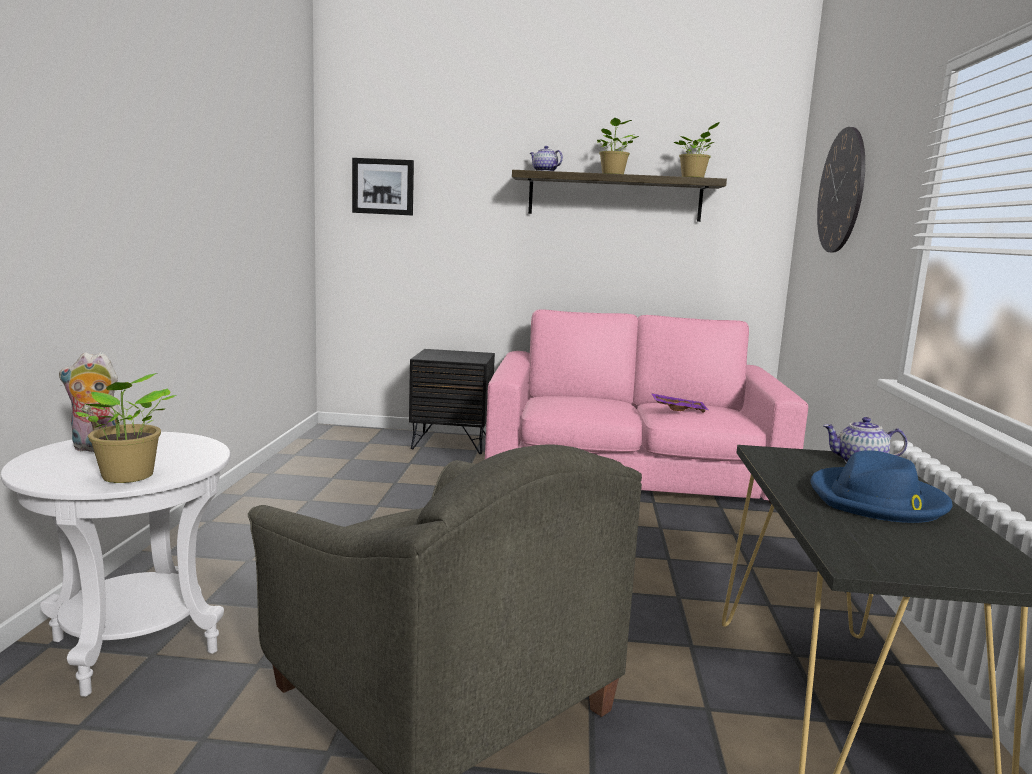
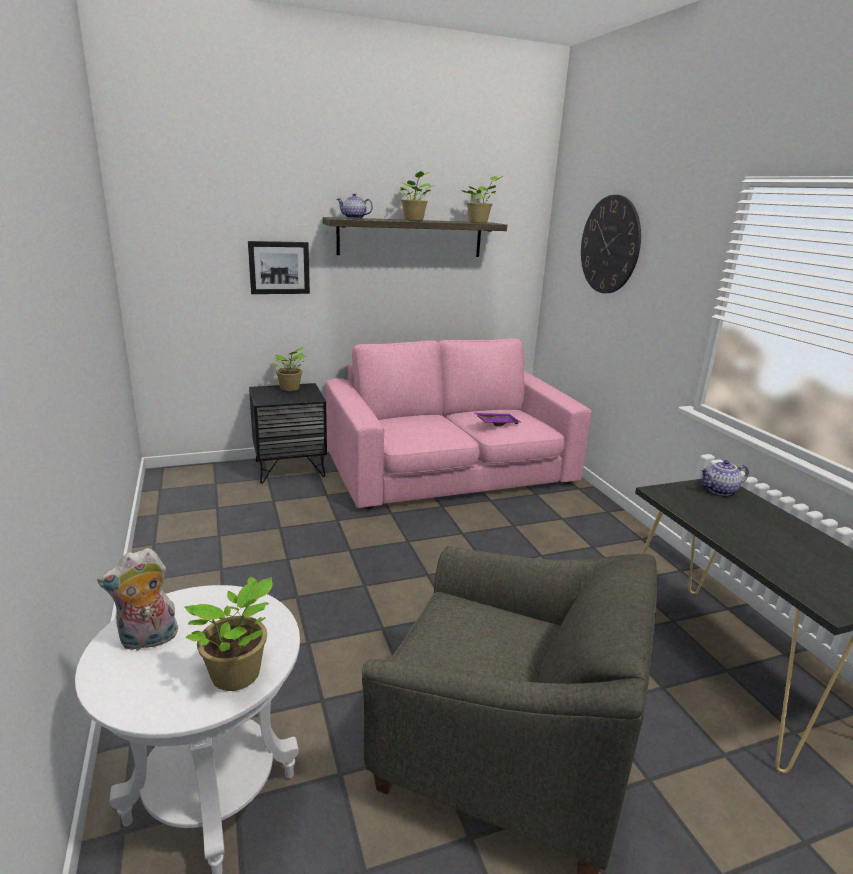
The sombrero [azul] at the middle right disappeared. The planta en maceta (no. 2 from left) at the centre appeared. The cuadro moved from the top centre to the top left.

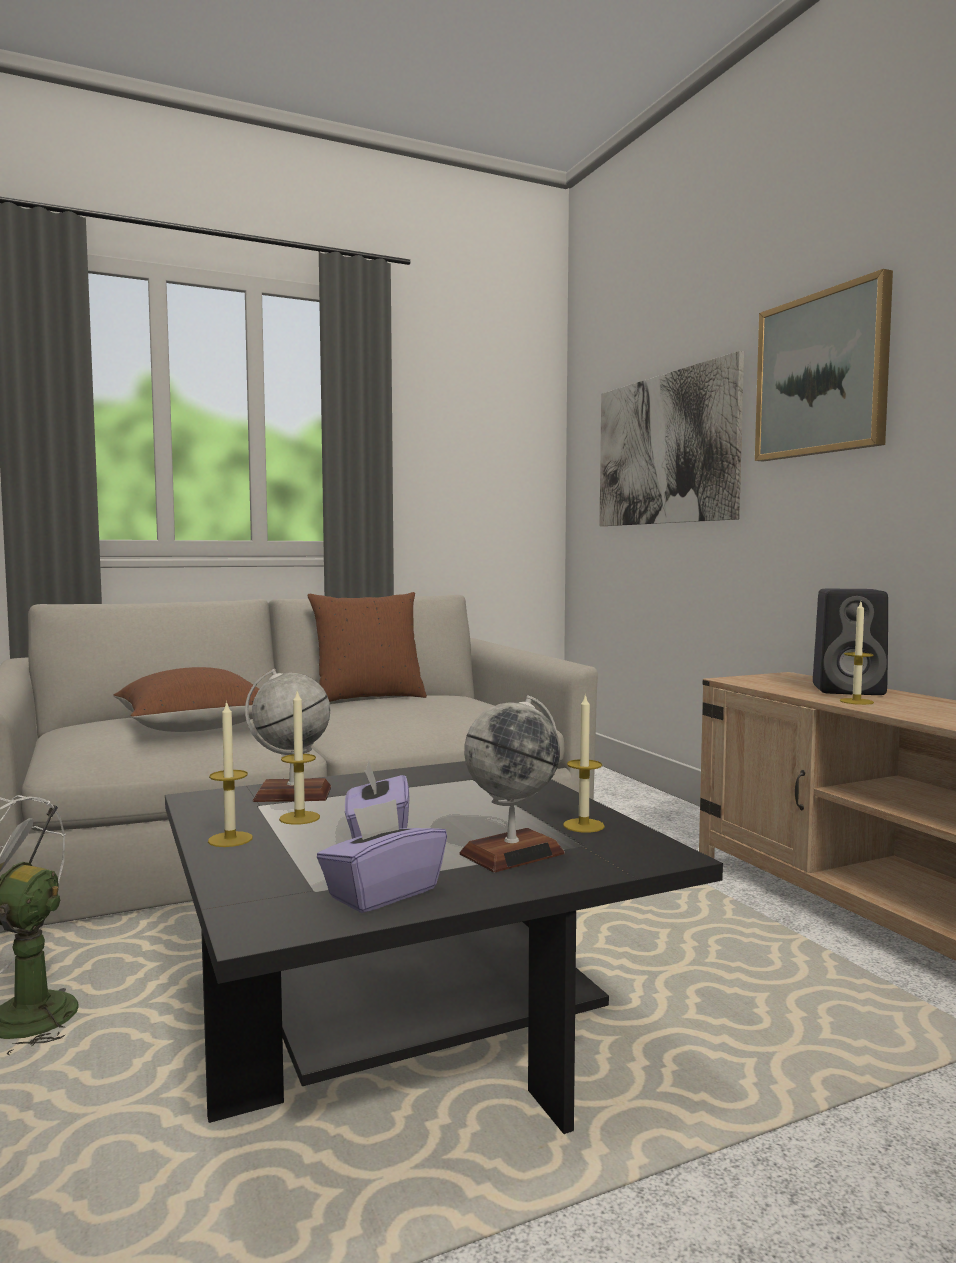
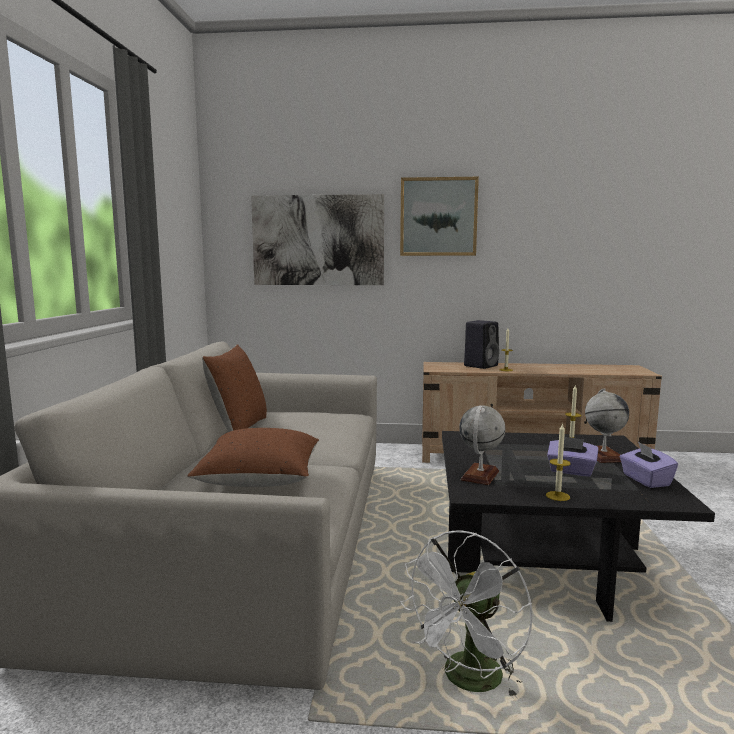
The vela (no. 2 from left) at the middle left disappeared.

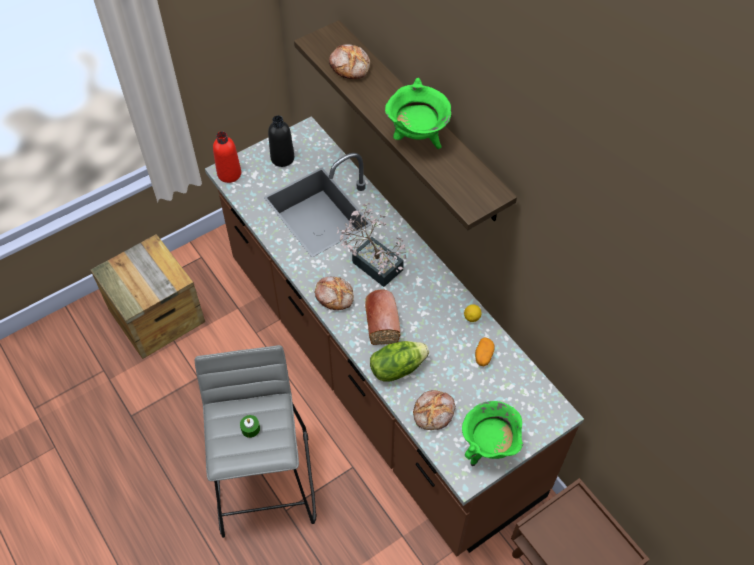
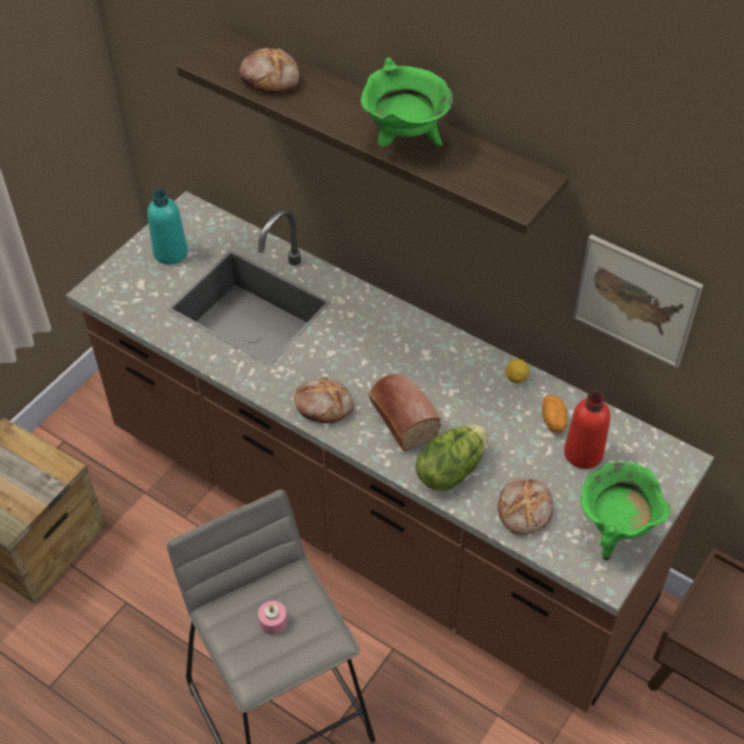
The planta en maceta at the centre disappeared. The cuadro at the middle right appeared. The botella [rojo] moved from the top left to the middle right. The vela [verde] at the bottom left became the vela [rosa] at the bottom centre. The botella [negro] at the top centre became the botella [turquesa] at the top left.

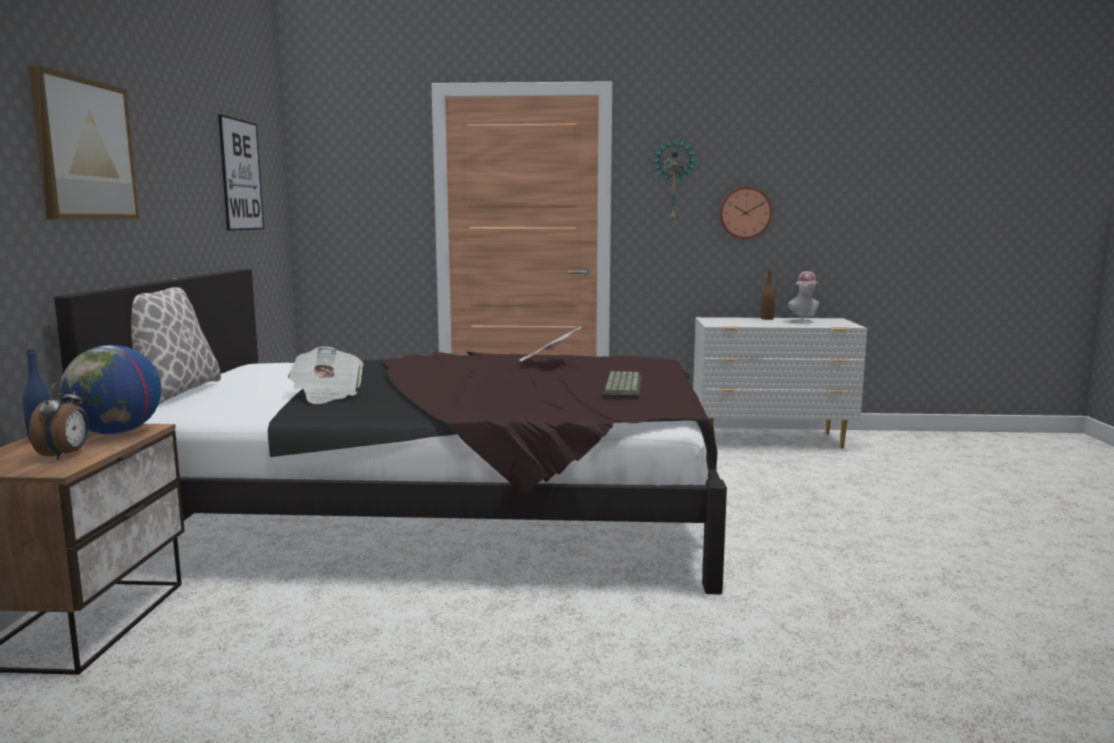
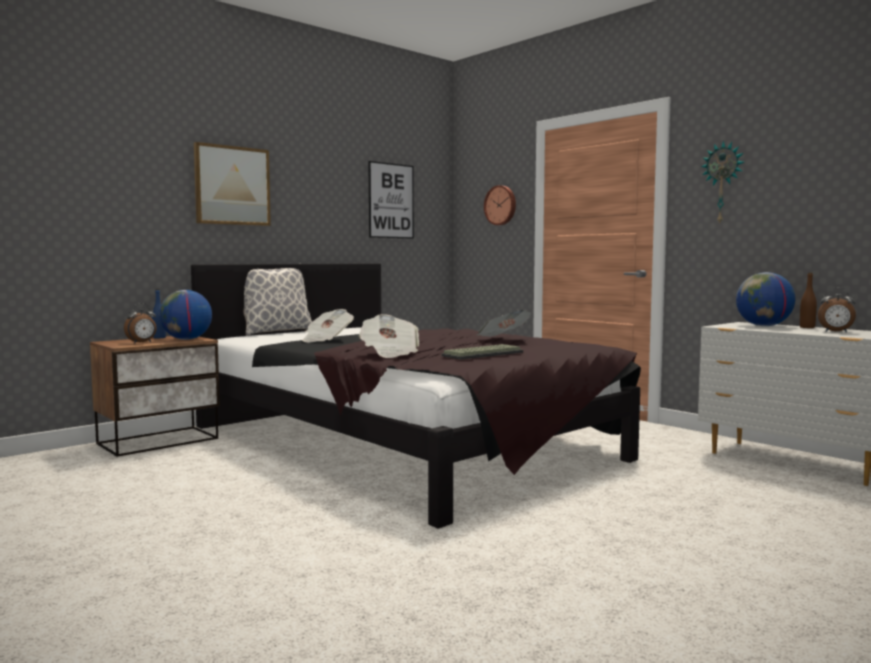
The periódico (no. 2 from left) at the centre appeared. The globo terráqueo (no. 2 from left) at the middle right appeared. The reloj de pared (no. 2 from left in the first image) moved from the top right to the top centre. The sombrero at the middle right was replaced by the despertador (no. 2 from left) at the middle right.

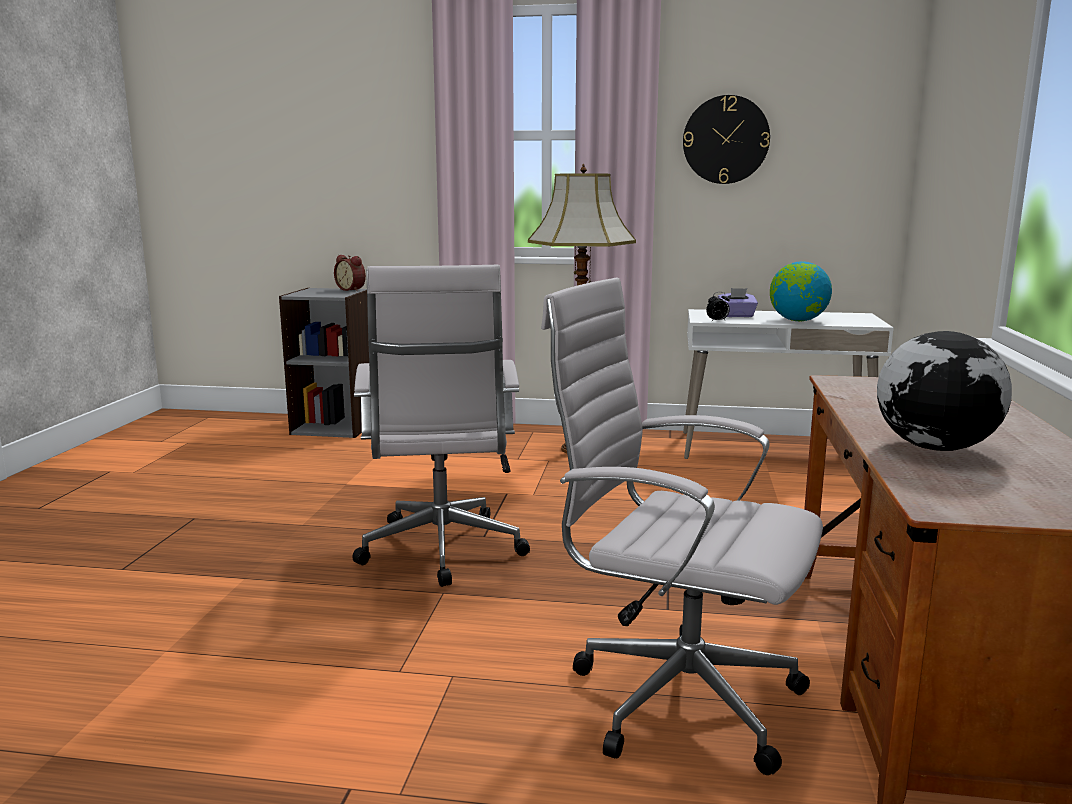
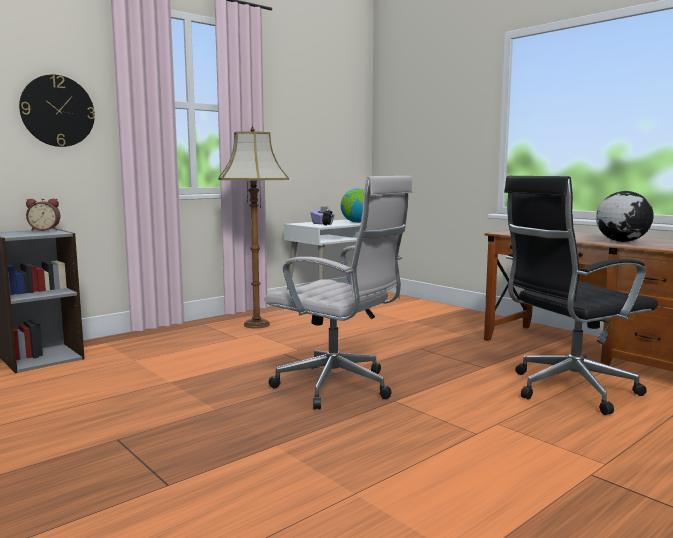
The reloj de pared moved from the top right to the top left. The silla de oficina [blanco] (no. 2 from left) at the centre became the silla de oficina [negro] at the middle right.

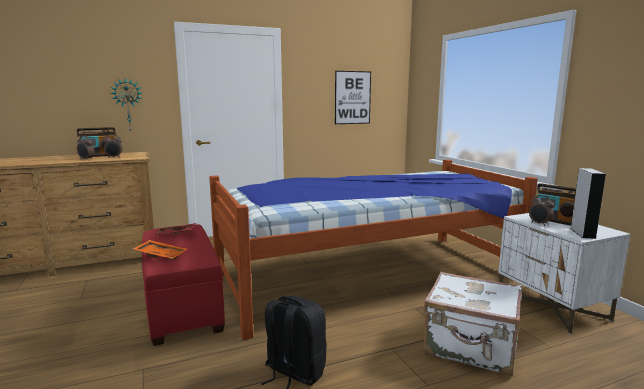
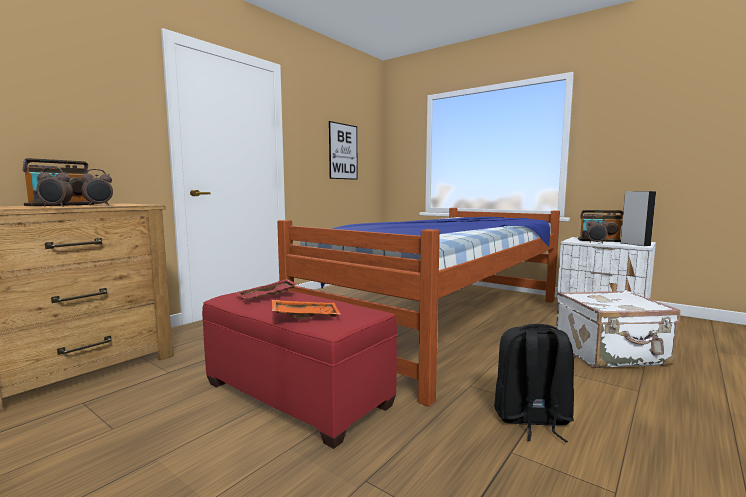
The reloj de pared at the top left disappeared.

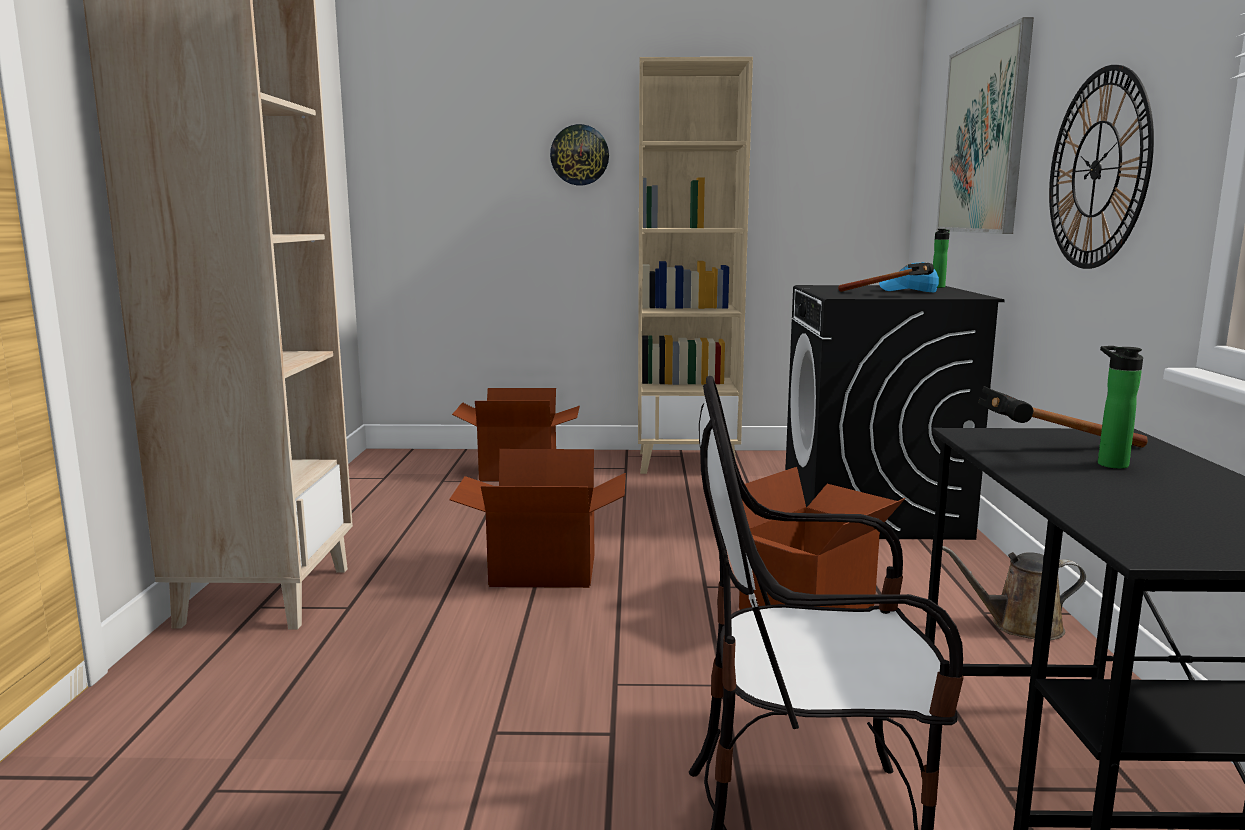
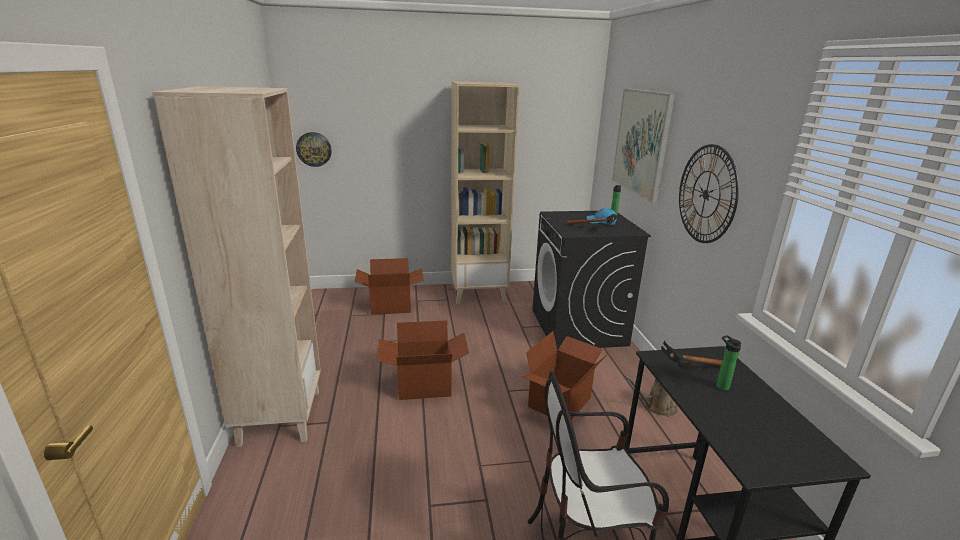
The reloj de pared (no. 1 from left) moved from the top centre to the top left.

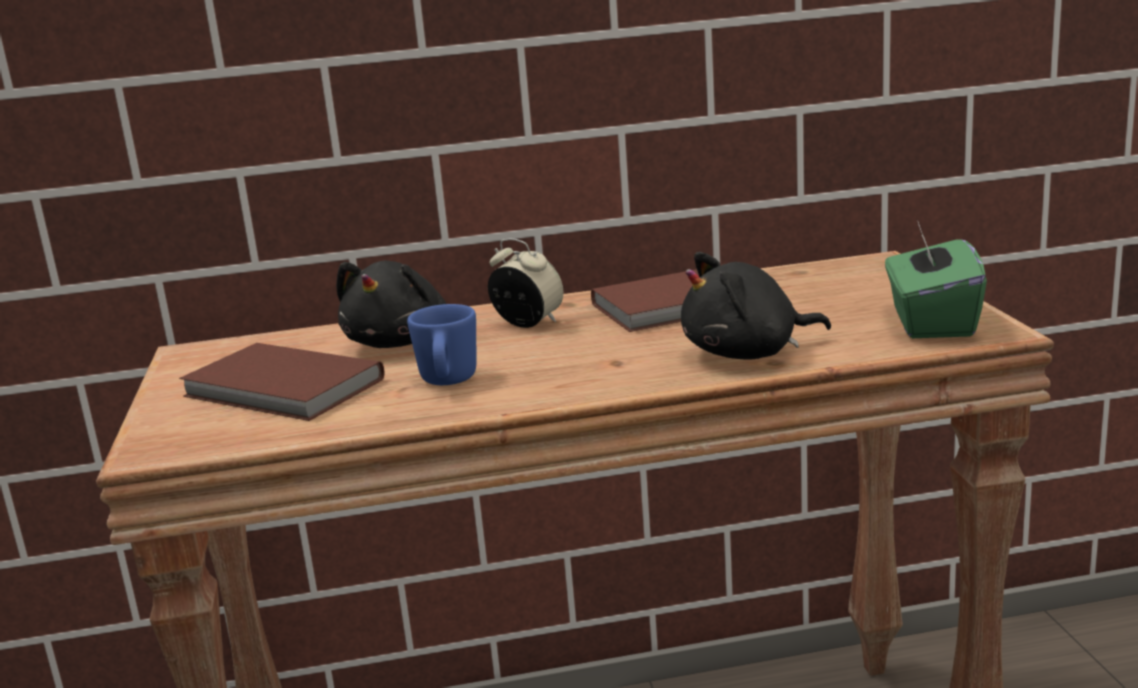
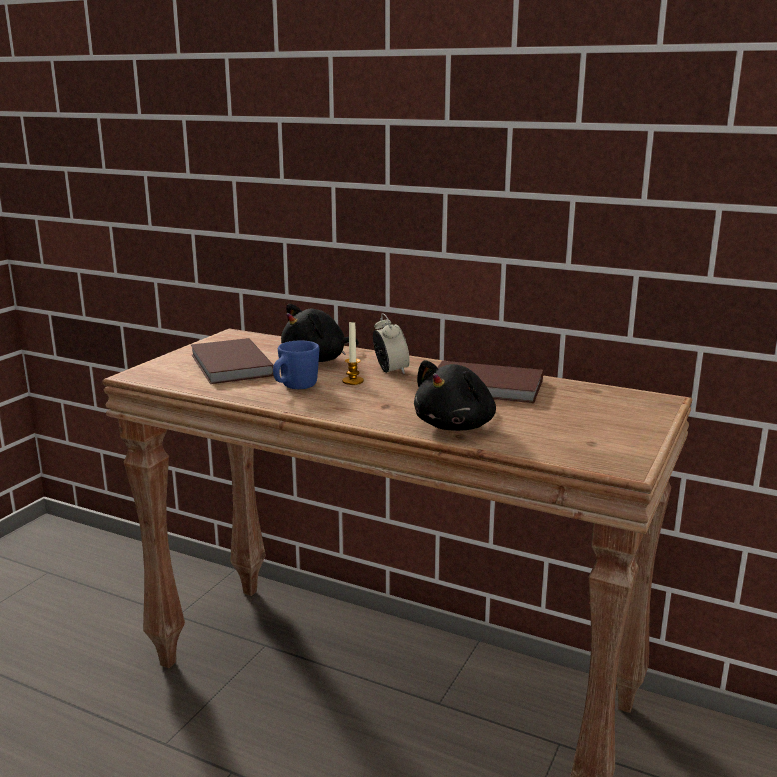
The caja de pañuelos [verde] at the middle right disappeared. The vela at the centre appeared. The peluche [negro] (no. 2 from left) at the centre turned 75 degrees counterclockwise.

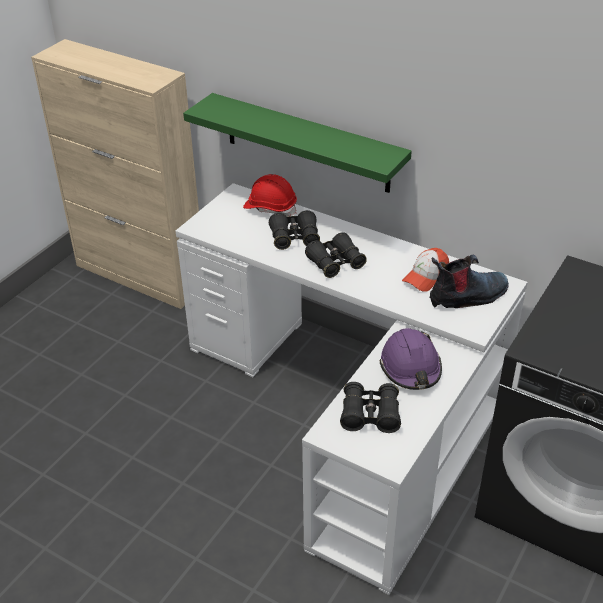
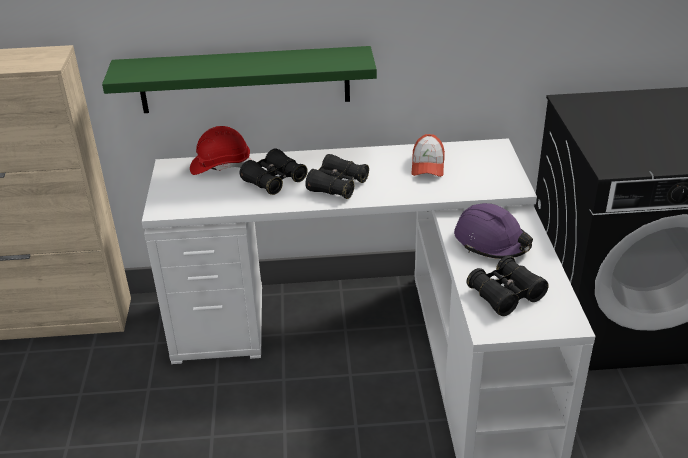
The bota at the middle right disappeared.

